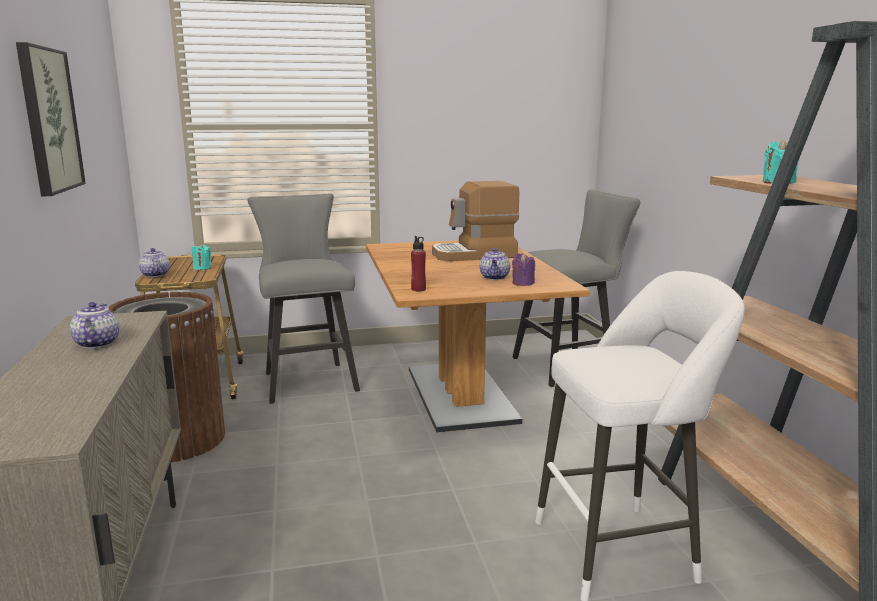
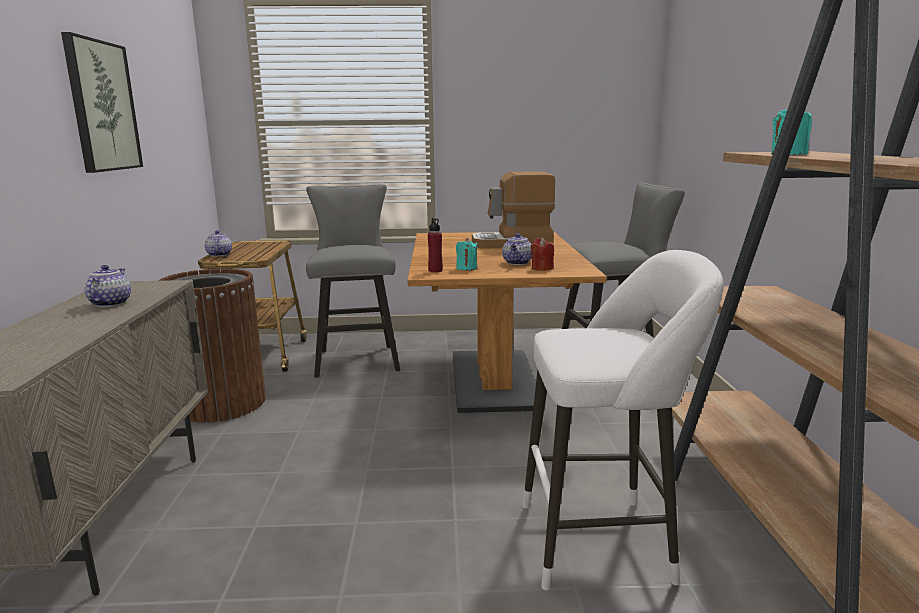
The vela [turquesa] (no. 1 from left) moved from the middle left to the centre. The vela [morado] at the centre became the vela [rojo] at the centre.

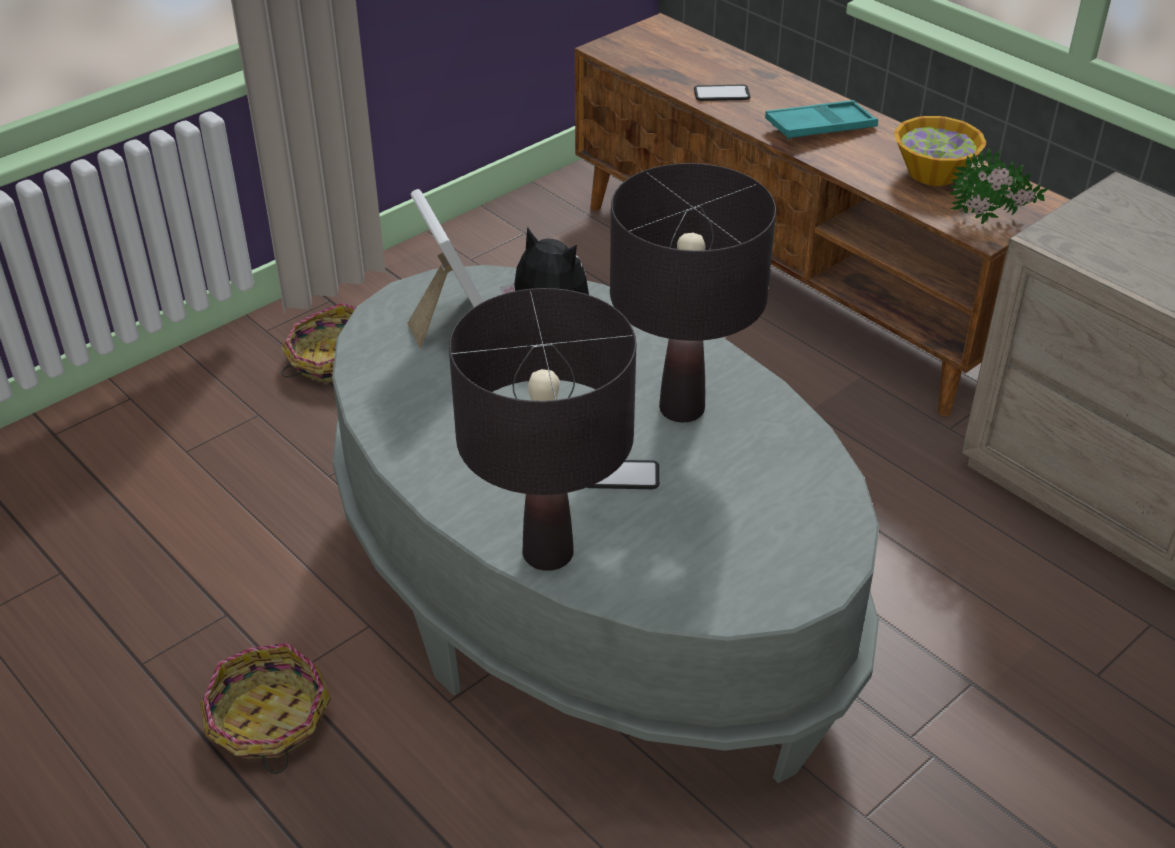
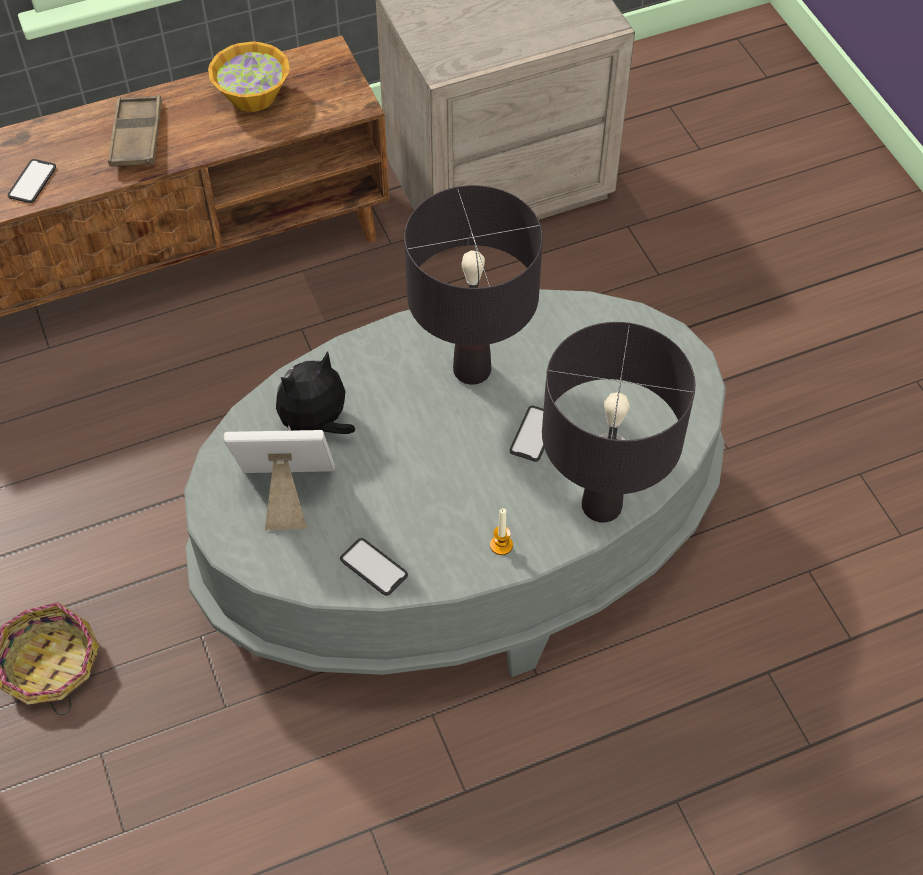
The cesta (no. 1 from left) at the bottom left disappeared. The planta en maceta at the top right disappeared. The móvil (no. 2 from left) at the centre appeared. The vela at the centre appeared. The bandeja [turquesa] at the top right became the bandeja [marrón] at the top left.

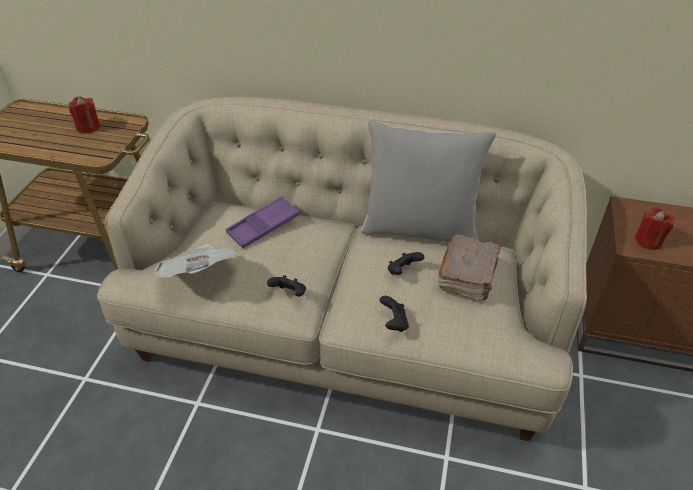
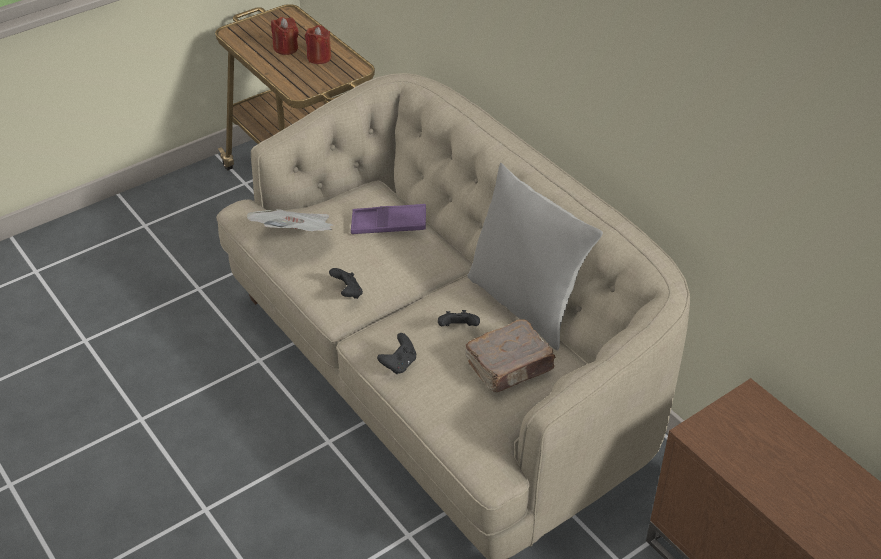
The vela [rojo] (no. 2 from left in the first image) moved from the middle right to the top left.

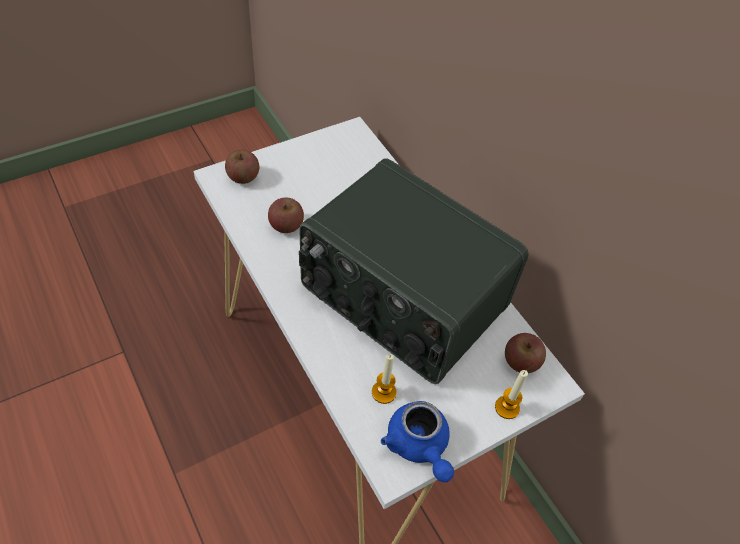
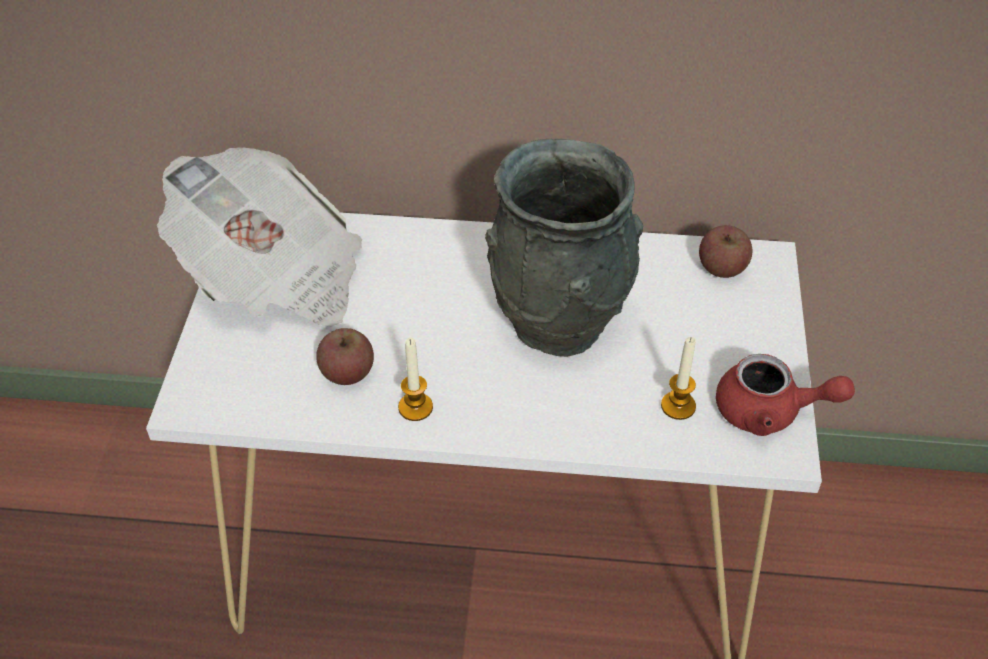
The manzana (no. 1 from left) at the top left disappeared. The periódico at the middle left appeared. The vela (no. 2 from left in the first image) moved from the bottom right to the centre. The radio at the centre was replaced by the florero [gris] at the centre. The tetera [azul] at the bottom centre became the tetera [rojo] at the middle right.

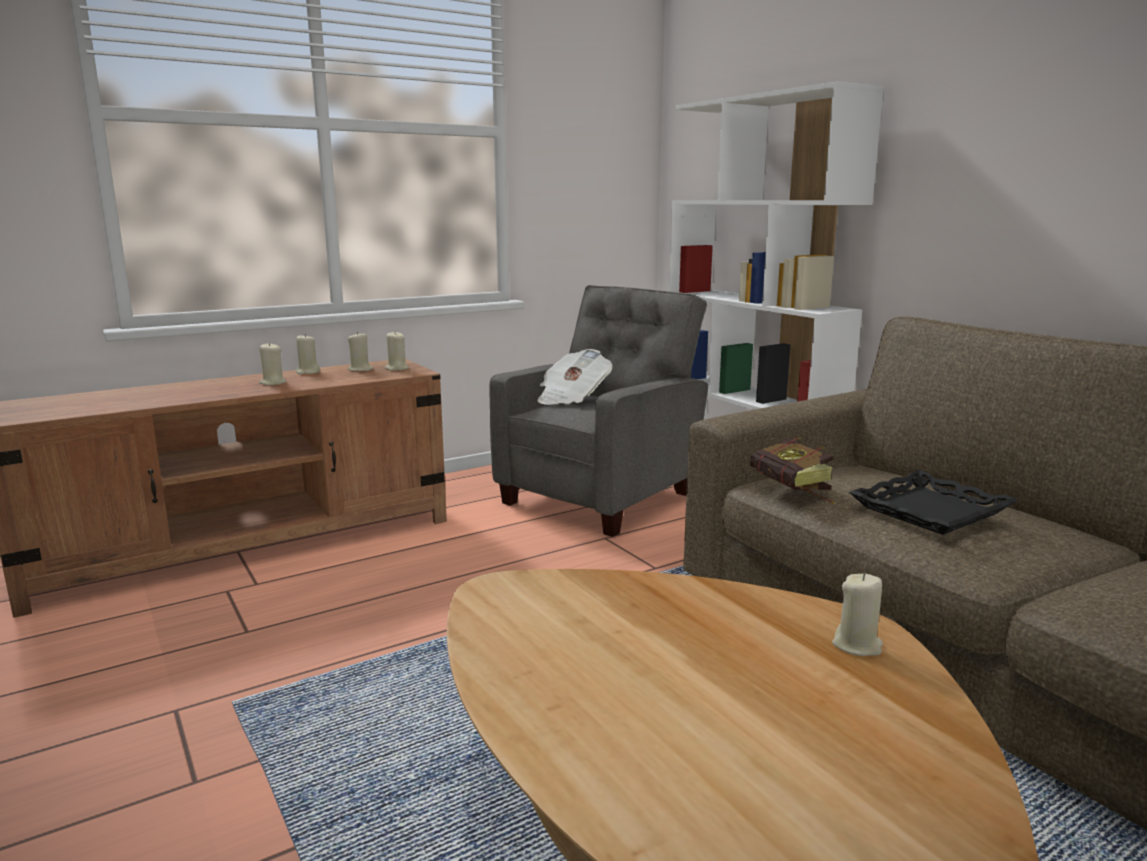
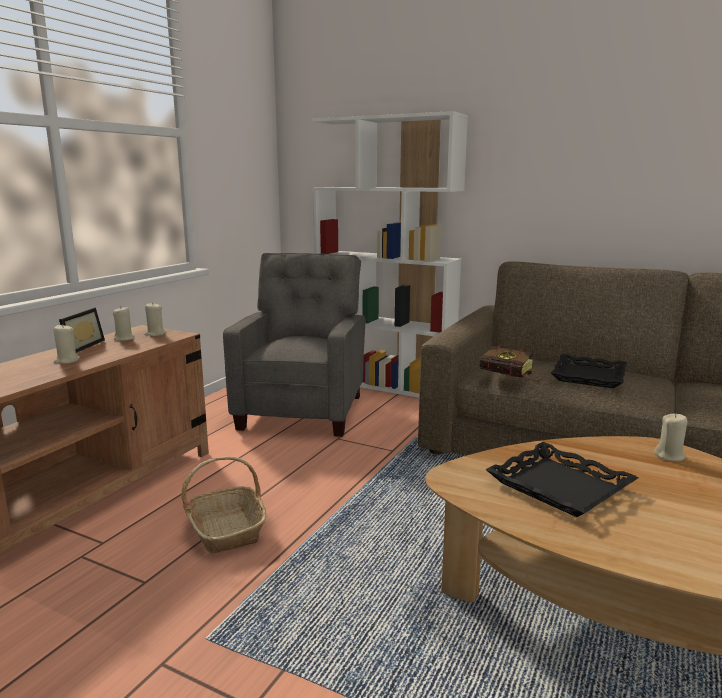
The periódico at the centre disappeared. The cesta at the bottom left appeared. The bandeja [negro] (no. 1 from left) at the bottom right appeared. The vela [beis] (no. 2 from left) at the middle left was replaced by the portarretratos at the middle left.

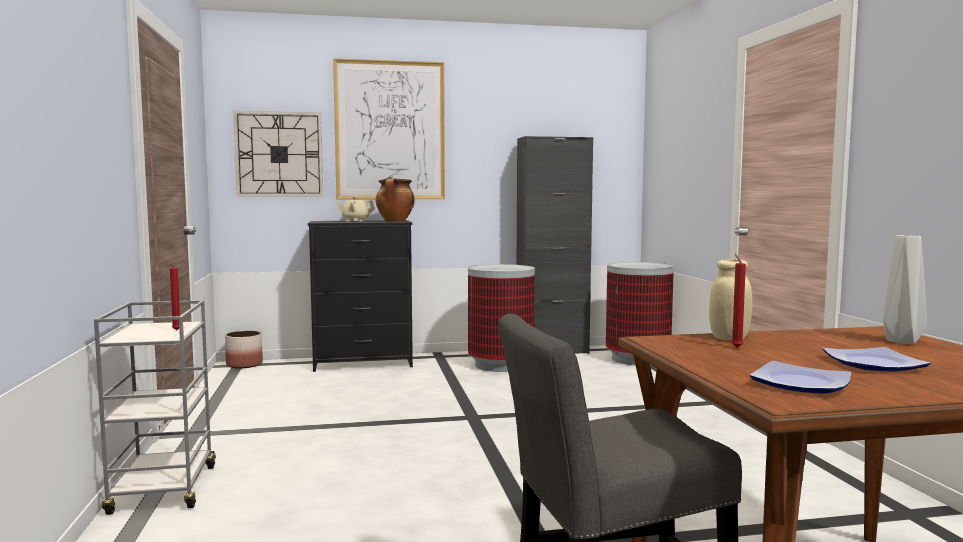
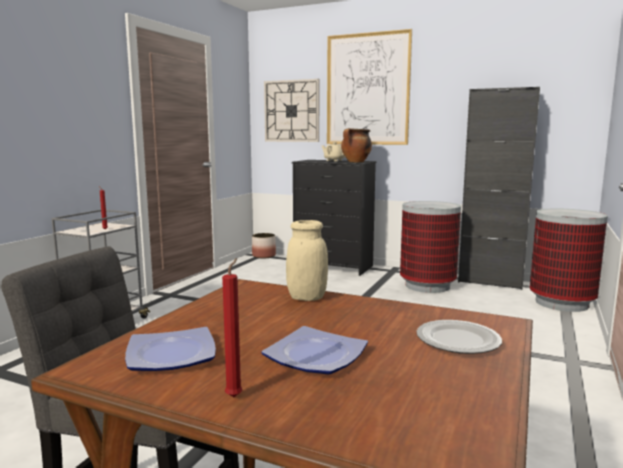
The vela [rojo] (no. 2 from left) moved from the middle right to the bottom centre. The florero [gris] at the middle right was replaced by the plato (no. 3 from left) at the bottom right.

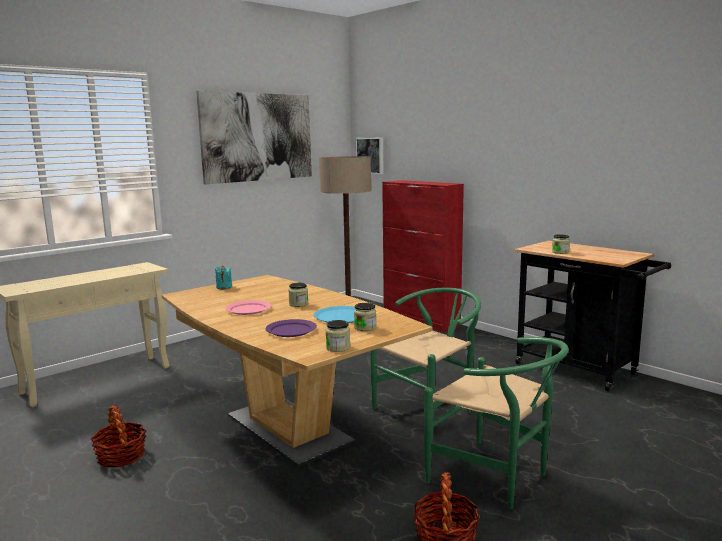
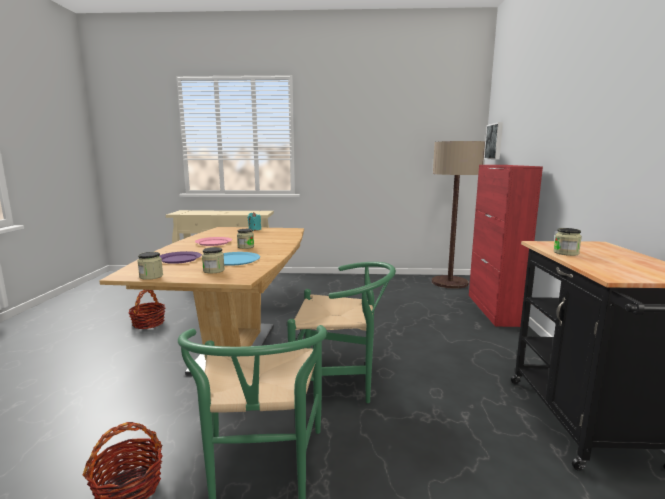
The cuadro (no. 1 from left) at the top centre disappeared.

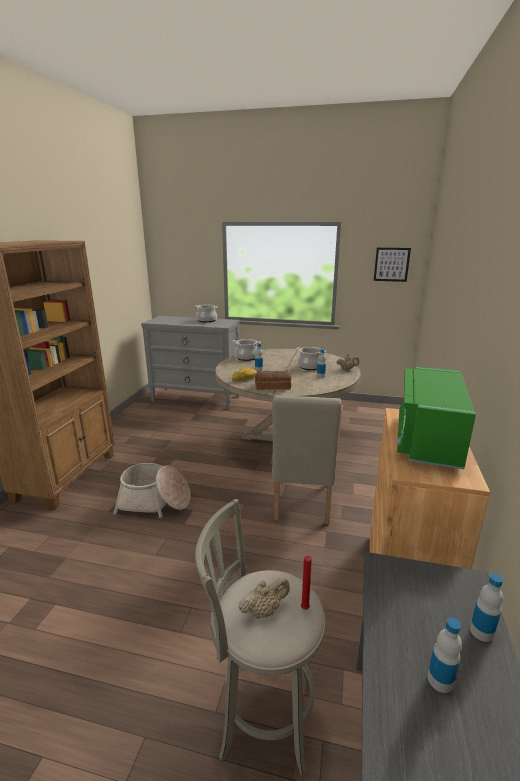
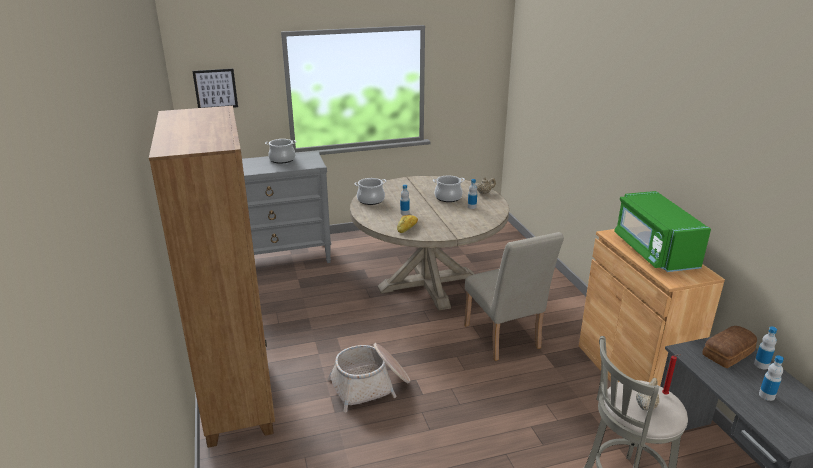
The pan (no. 2 from left) moved from the centre to the bottom right. The cuadro moved from the middle right to the top left.

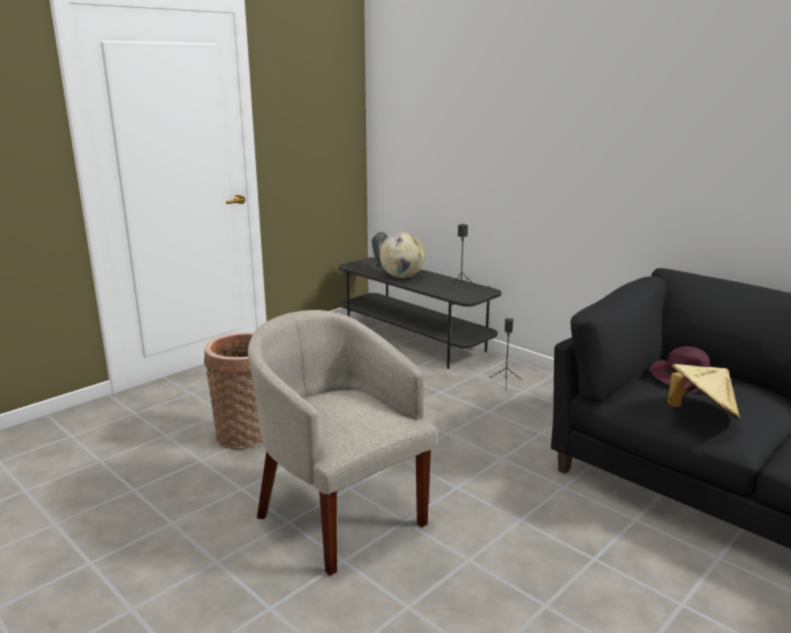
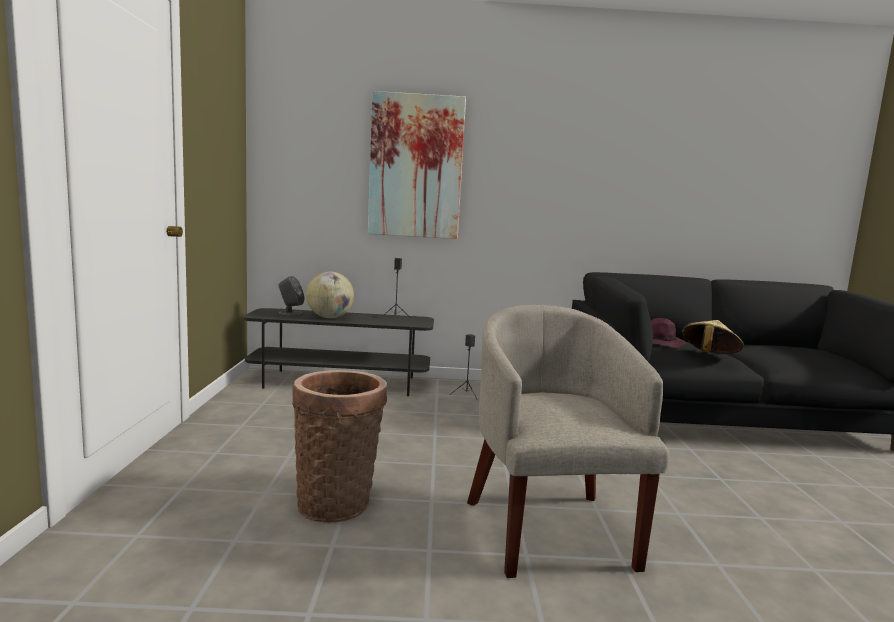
The cuadro at the top centre appeared. The sillón [beis] at the bottom centre turned 75 degrees clockwise.

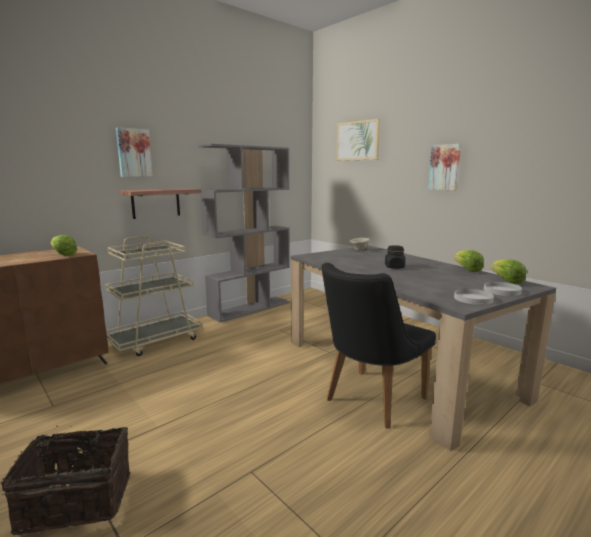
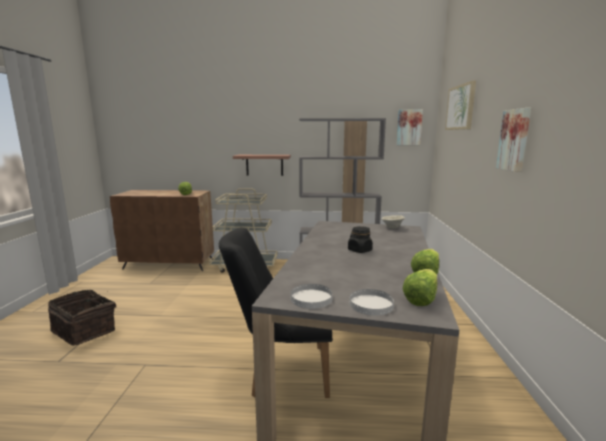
The cuadro (no. 1 from left) moved from the top left to the top right.

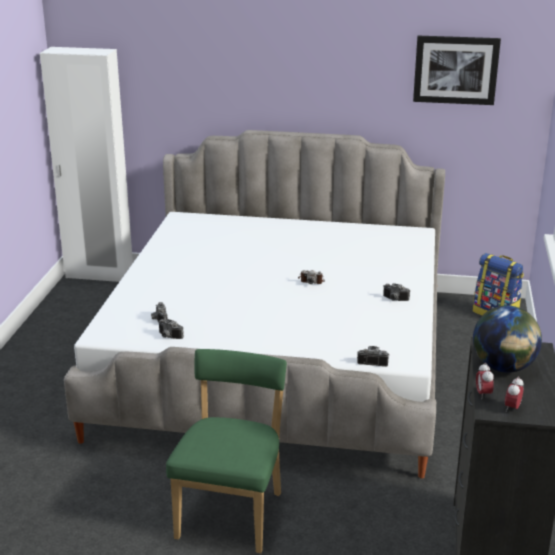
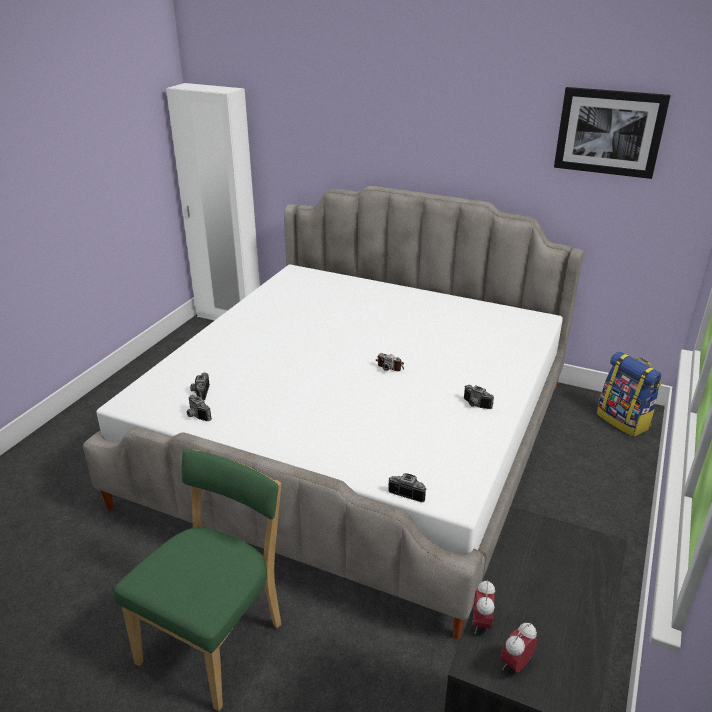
The globo terráqueo at the middle right disappeared.

